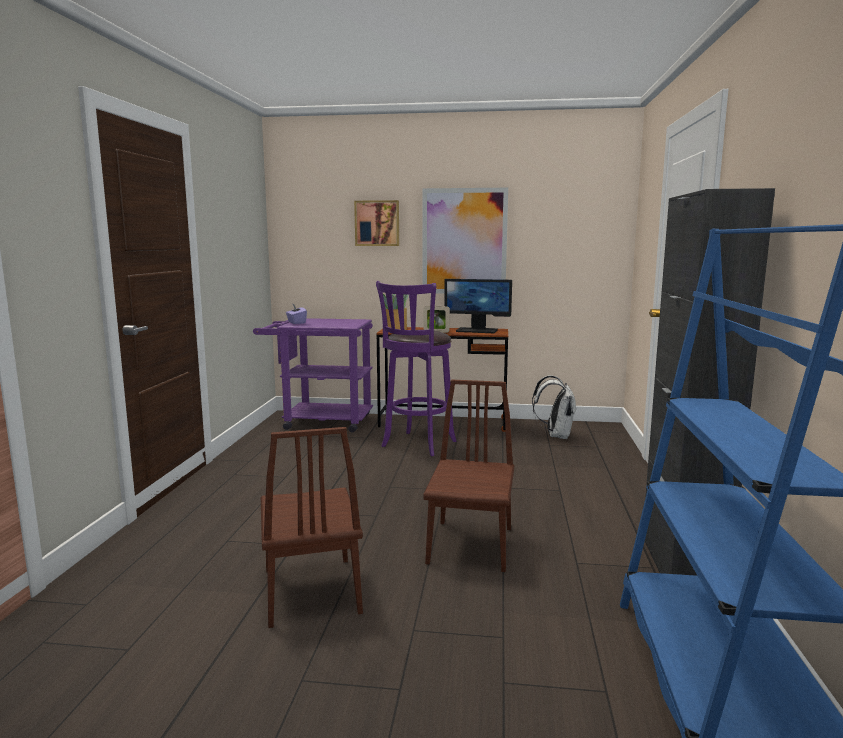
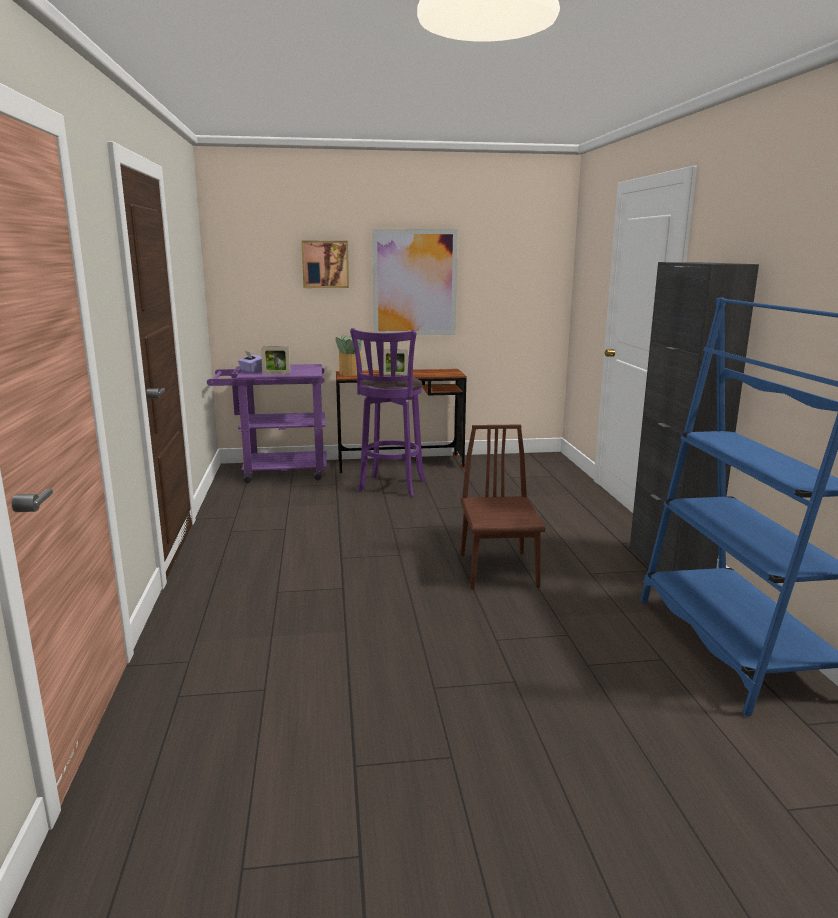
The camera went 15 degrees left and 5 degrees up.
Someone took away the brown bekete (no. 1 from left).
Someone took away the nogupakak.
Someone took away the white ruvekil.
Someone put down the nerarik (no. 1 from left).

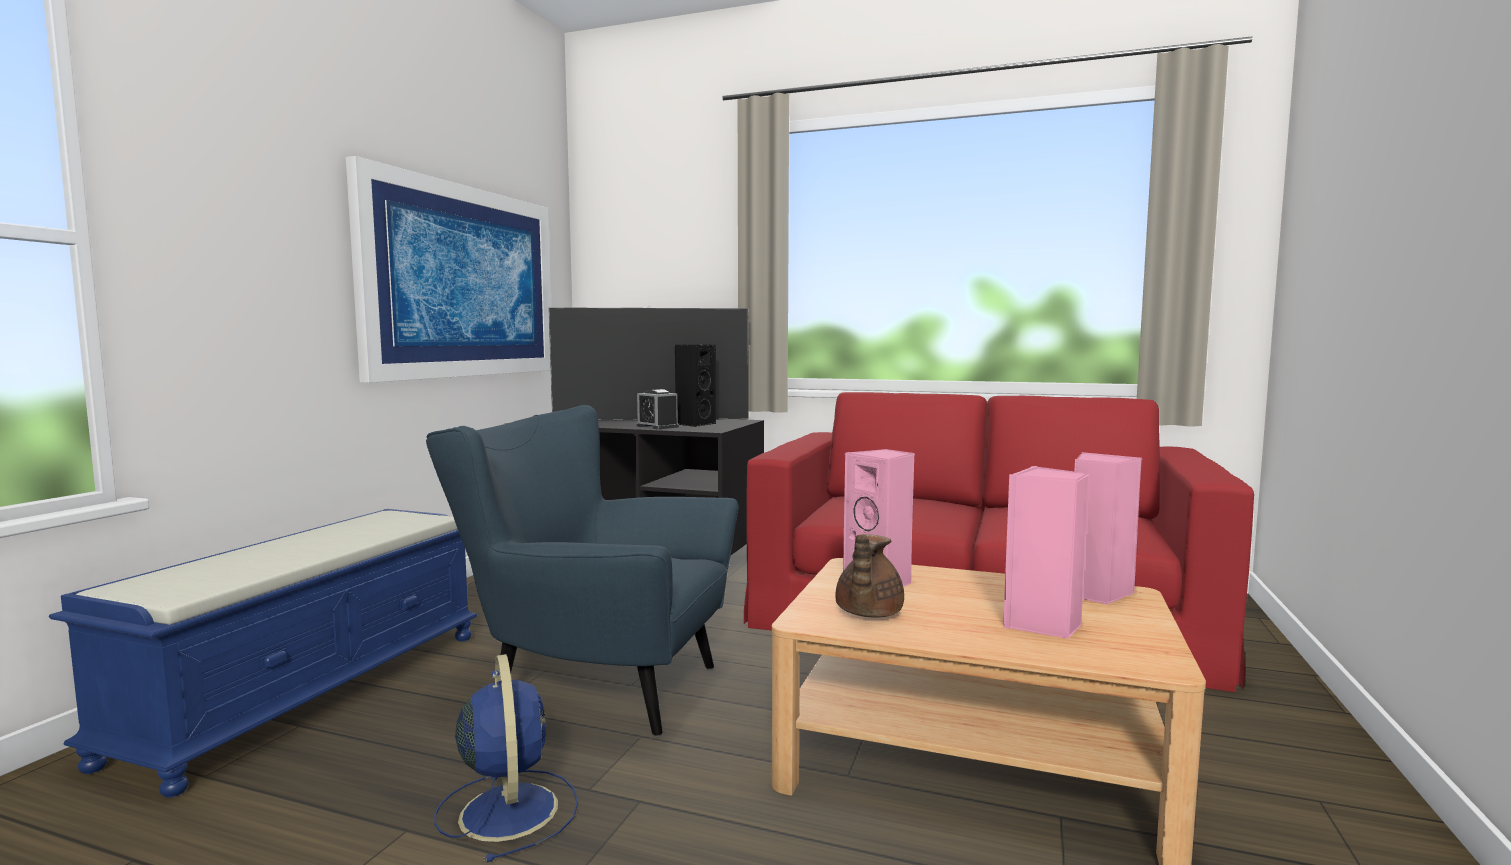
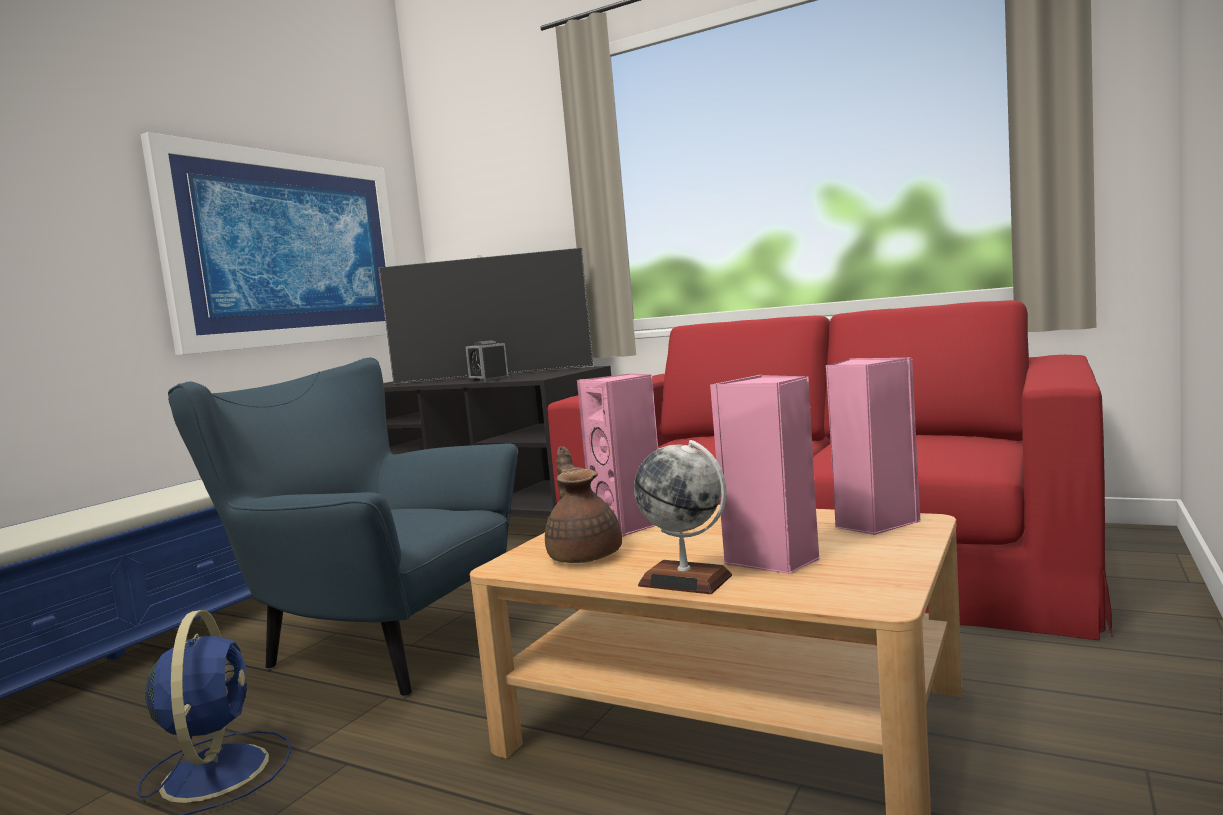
The camera went 10 degrees right and 0 degrees up.
Someone took away the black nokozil.
Someone rotated the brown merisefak by 135 degrees clockwise.
Someone put down the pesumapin.

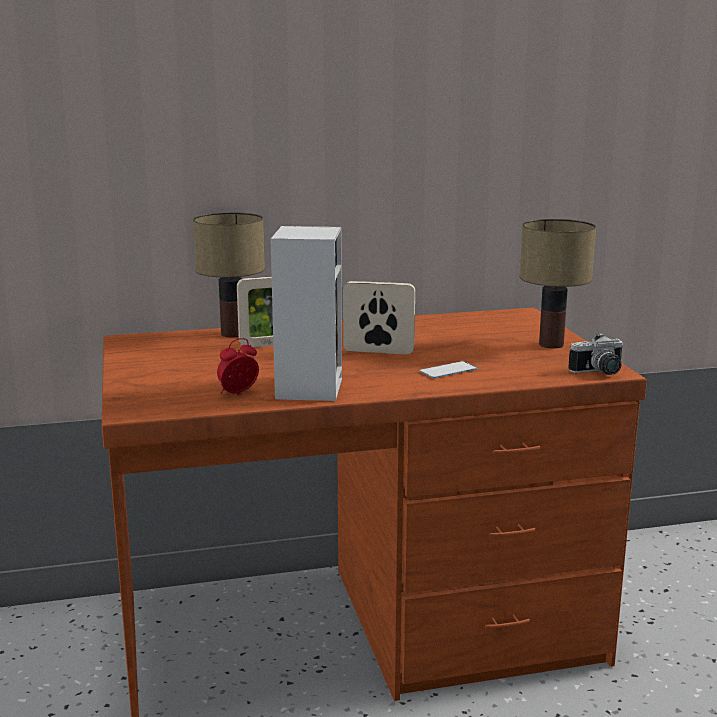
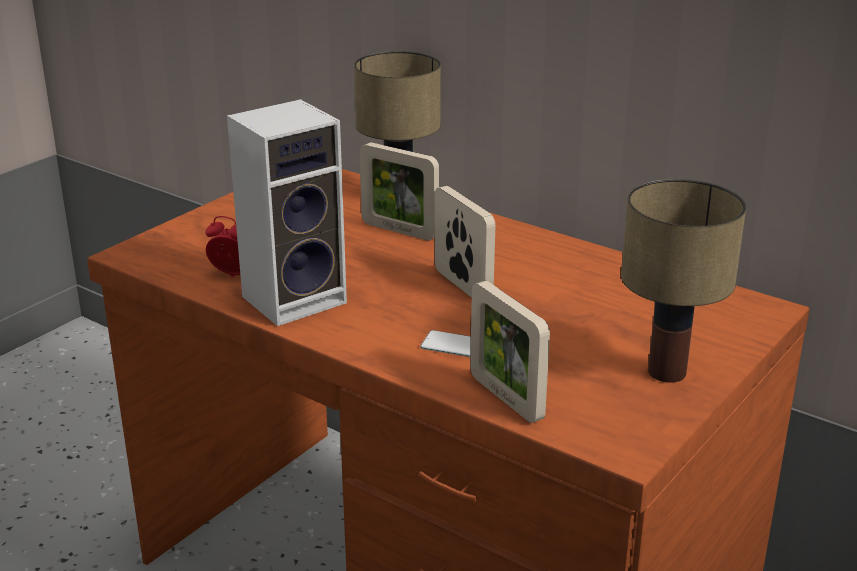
The camera went 50 degrees right and 10 degrees up.
Someone took away the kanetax.
Someone put down the nerarik (no. 3 from left).

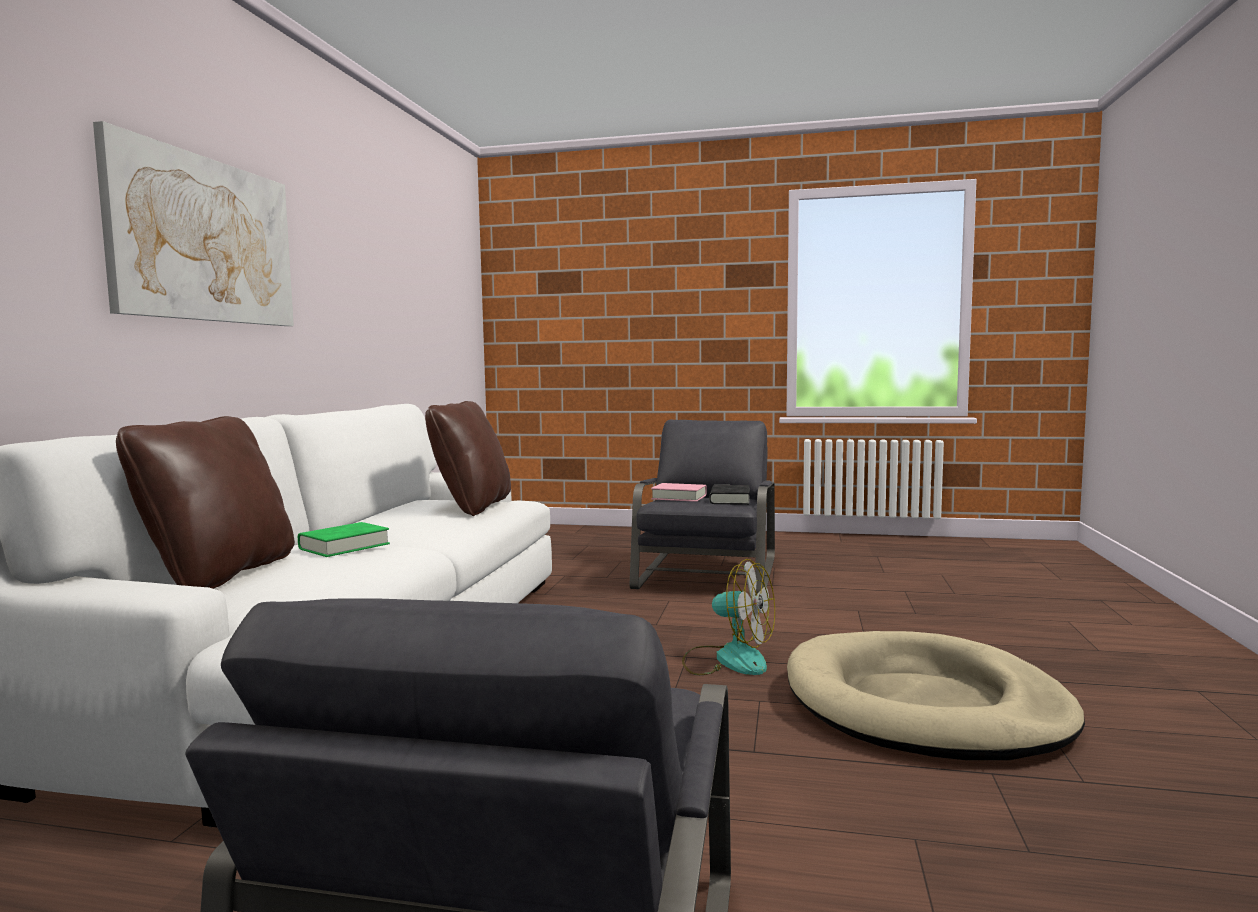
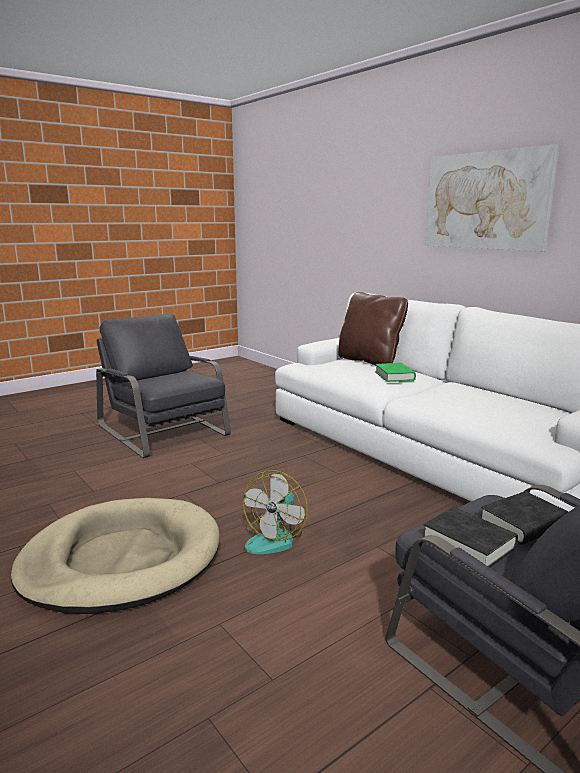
The camera went 130 degrees right and 10 degrees up.
Someone took away the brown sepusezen (no. 2 from left).
Someone repainted the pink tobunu, which became the black tobunu (no. 2 from left).
Someone rotated the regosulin by 45 degrees counterclockwise.

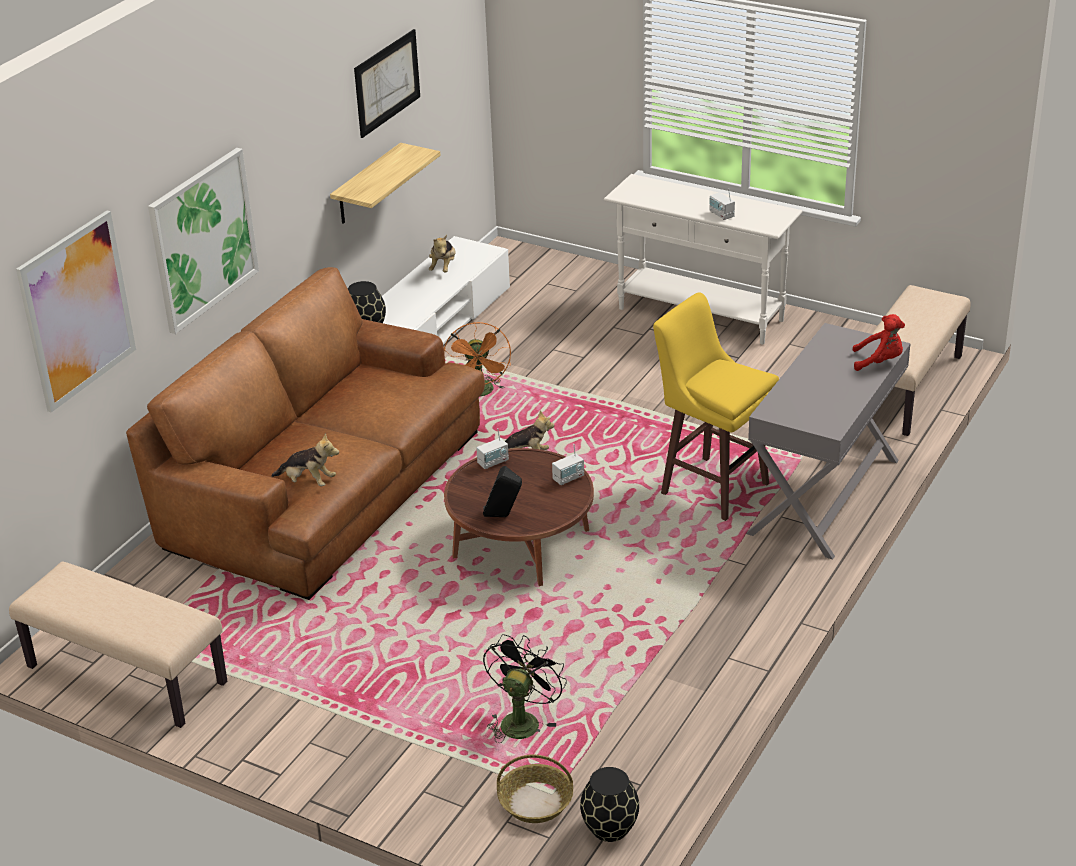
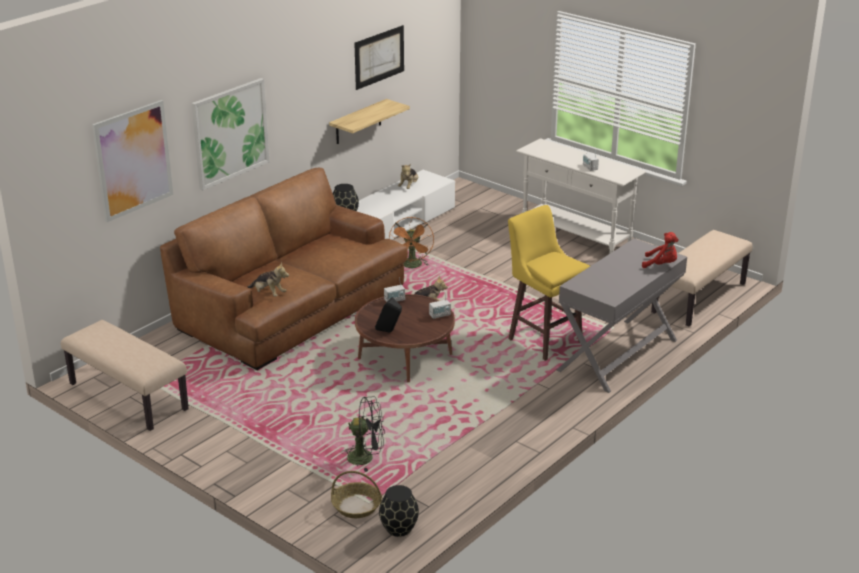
The camera went 10 degrees right and 5 degrees down.
Someone rotated the black regosulin by 60 degrees clockwise.

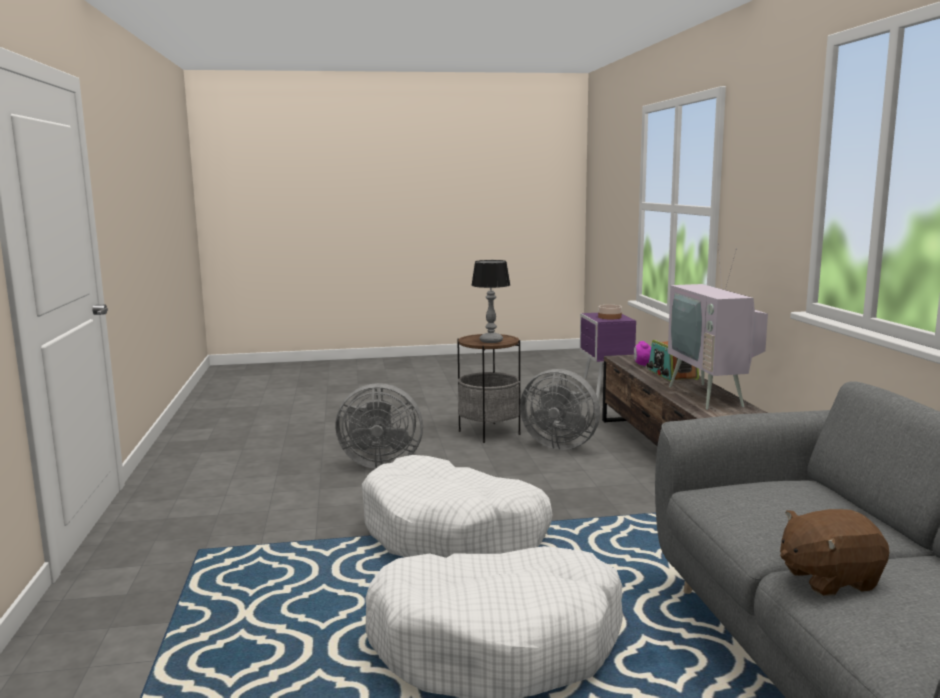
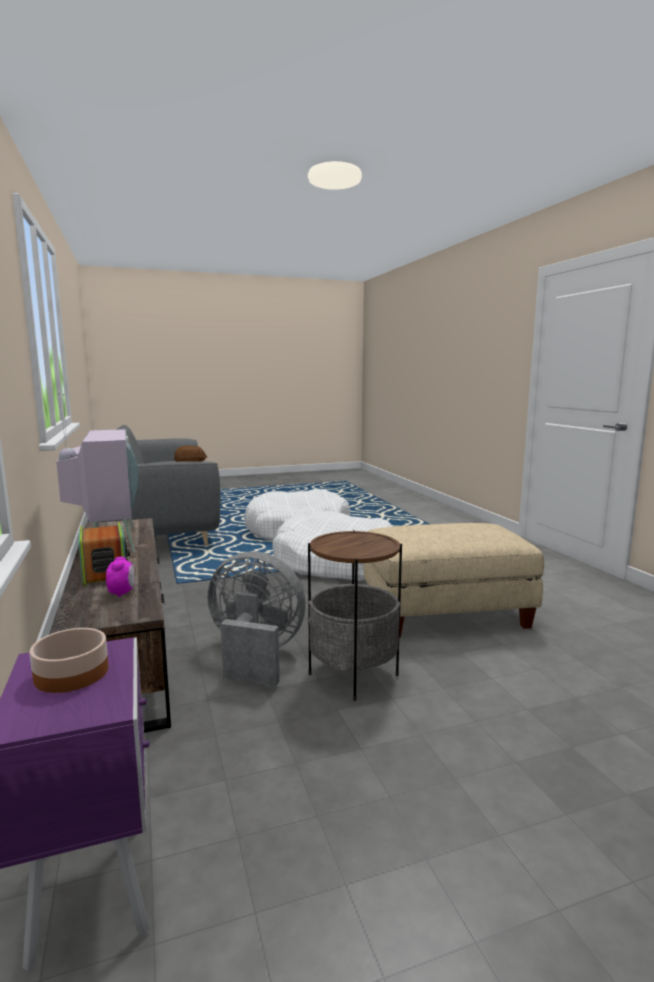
The camera went 170 degrees right and 0 degrees up.
Someone swapped the grey regosulin (no. 1 from left) for the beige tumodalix.
Someone took away the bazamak.

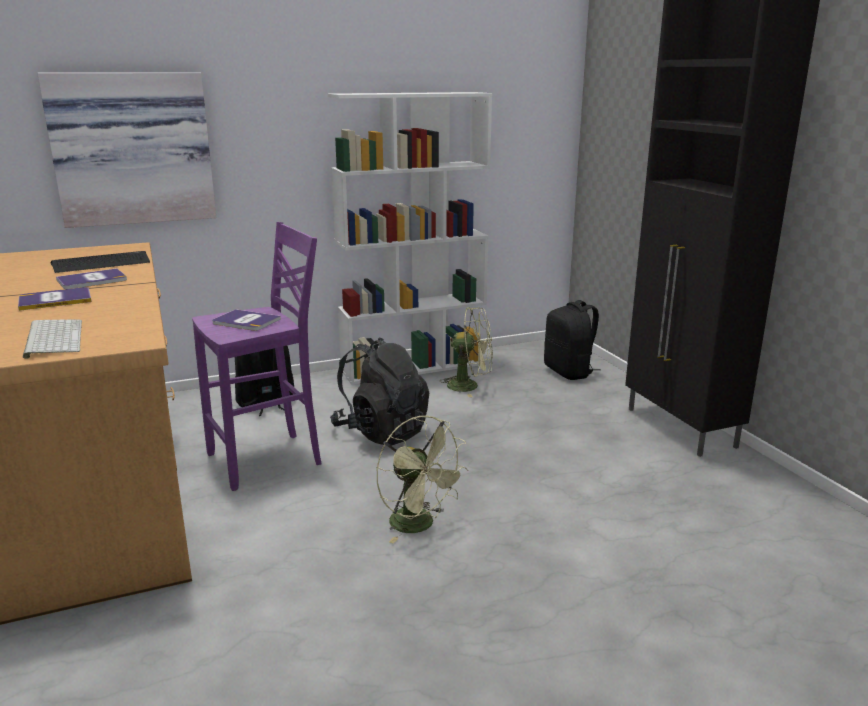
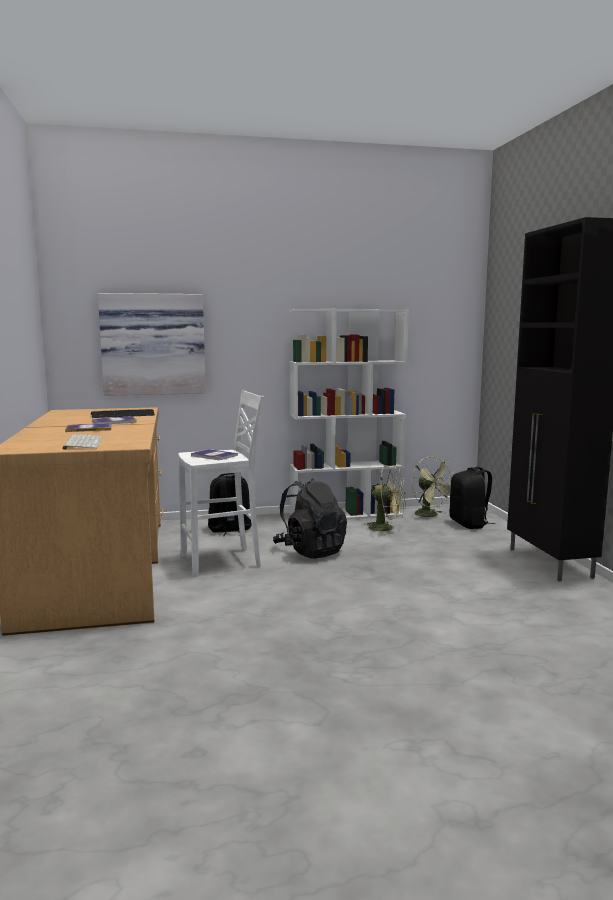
The camera went 10 degrees right and 10 degrees down.
Someone repainted the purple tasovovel, which became the white tasovovel.
Someone carried the green regosulin (no. 1 from left in the first image).

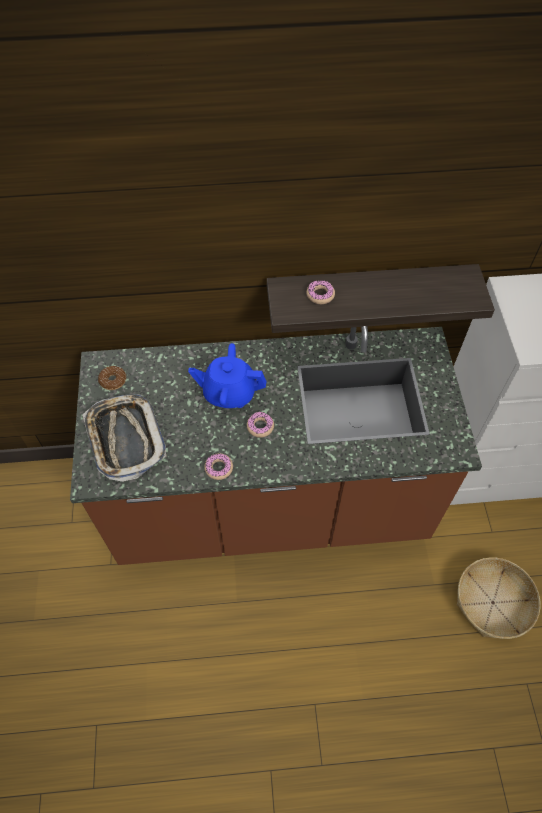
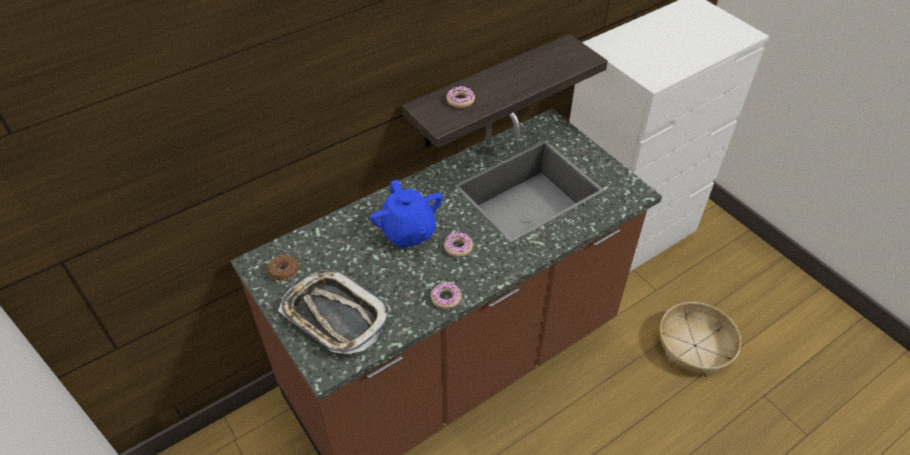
The camera went 30 degrees left and 10 degrees down.
Someone rotated the blue merisefak by 90 degrees counterclockwise.

